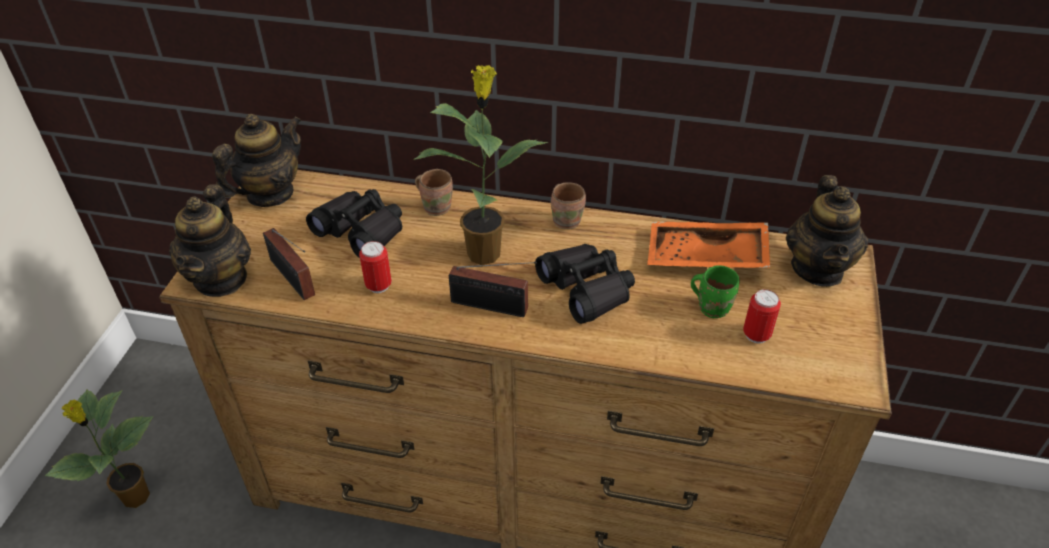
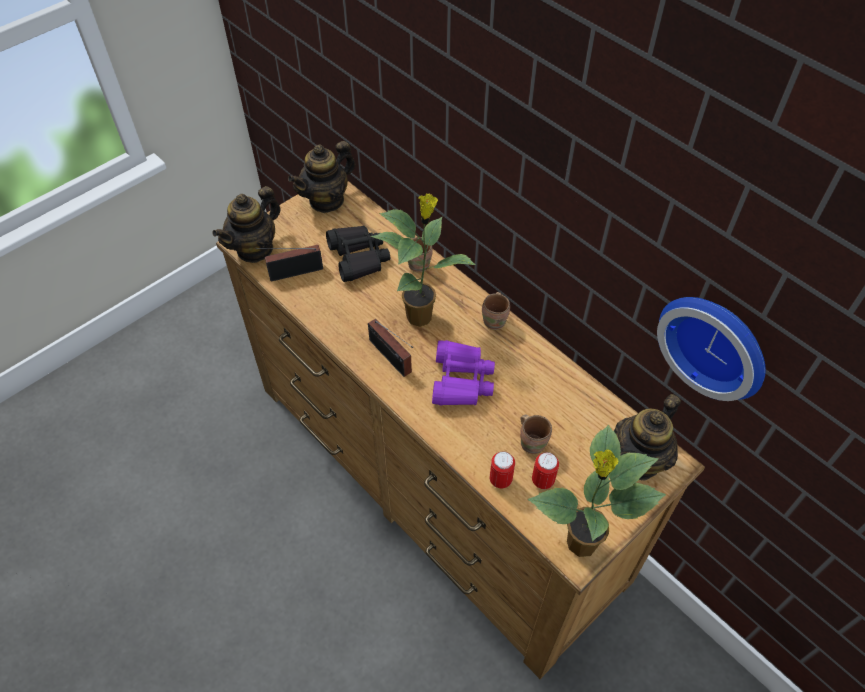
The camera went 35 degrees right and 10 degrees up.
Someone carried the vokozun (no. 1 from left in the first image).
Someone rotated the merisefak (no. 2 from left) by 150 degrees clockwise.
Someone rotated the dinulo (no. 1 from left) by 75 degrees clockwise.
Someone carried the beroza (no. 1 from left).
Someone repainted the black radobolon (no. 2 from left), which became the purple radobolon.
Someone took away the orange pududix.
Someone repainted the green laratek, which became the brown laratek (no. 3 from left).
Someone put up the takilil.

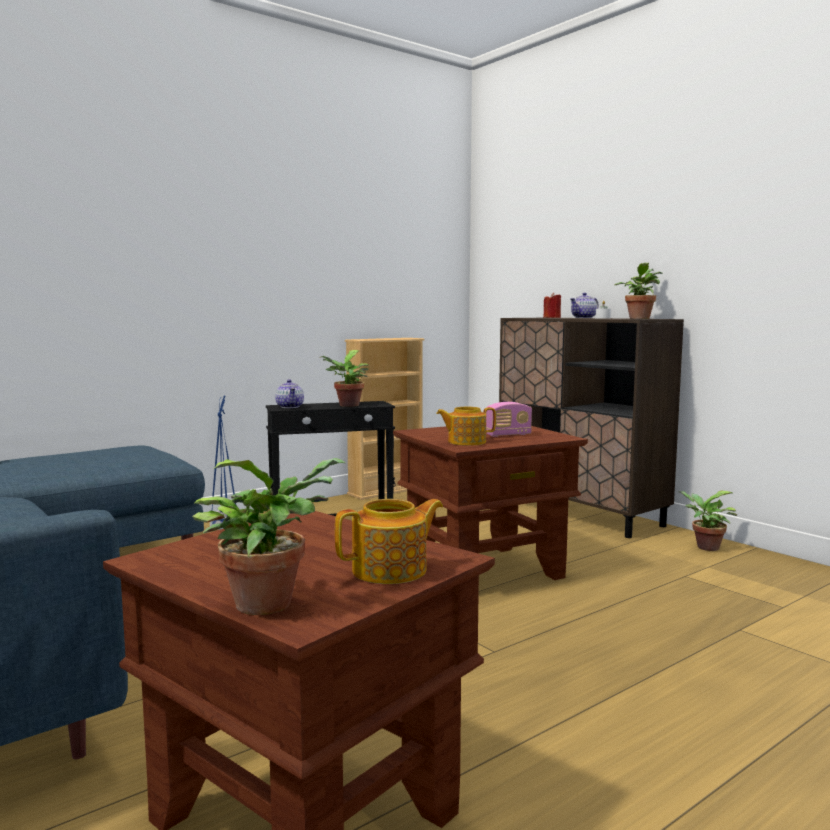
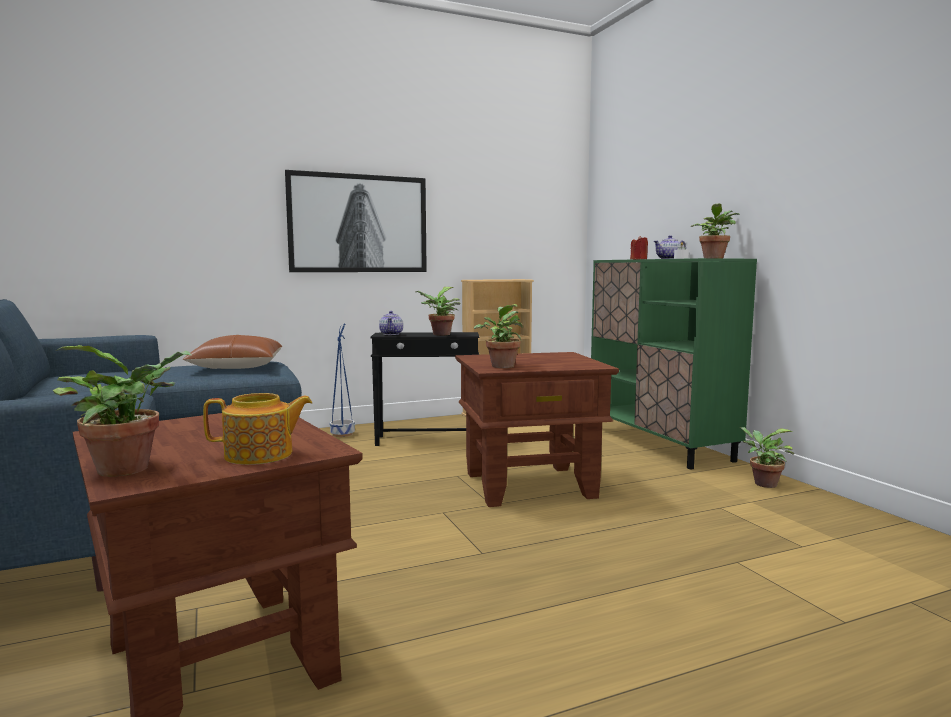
The camera went 15 degrees right and 0 degrees up.
Someone swapped the merisefak (no. 3 from left) for the vokozun (no. 3 from left).
Someone took away the dinulo.
Someone repainted the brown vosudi, which became the green vosudi.
Someone put down the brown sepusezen.
Someone put up the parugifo.

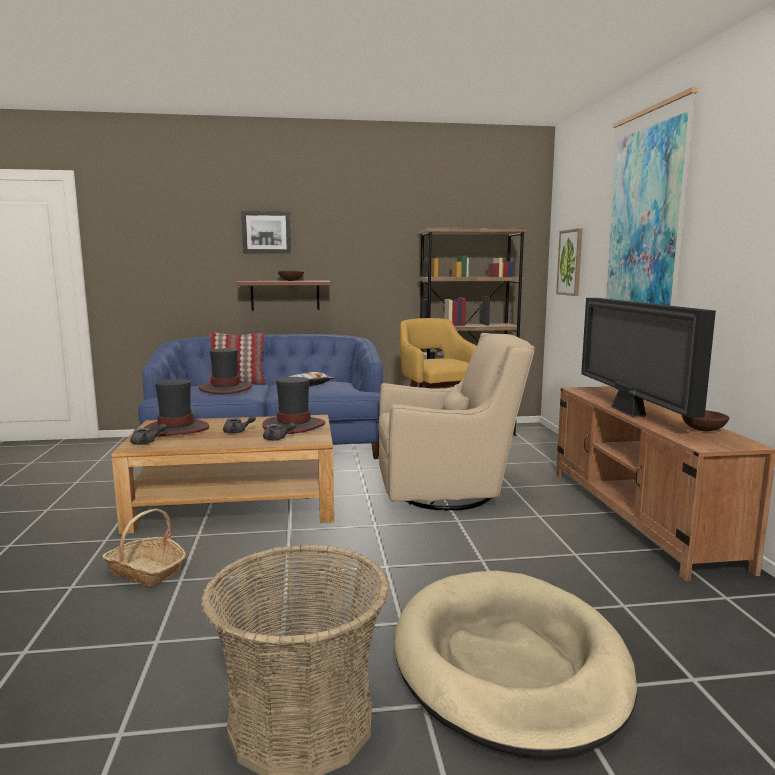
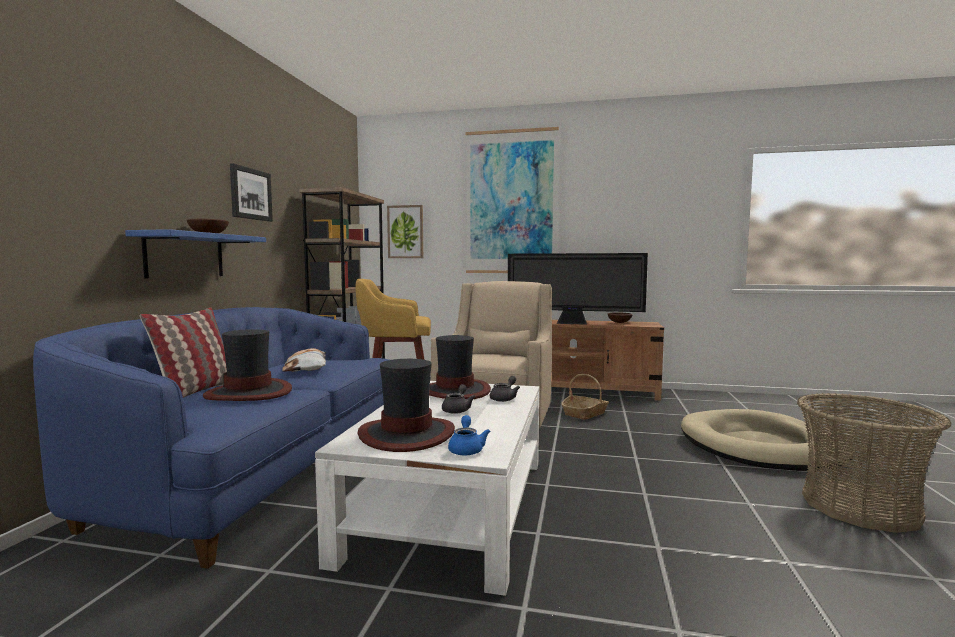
The camera went 70 degrees left and 5 degrees down.
Someone carried the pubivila (no. 1 from left).
Someone repainted the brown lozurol, which became the white lozurol.
Someone repainted the grey merisefak (no. 1 from left), which became the blue merisefak.
Someone repainted the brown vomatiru, which became the blue vomatiru.
Someone carried the parugifo (no. 1 from left).

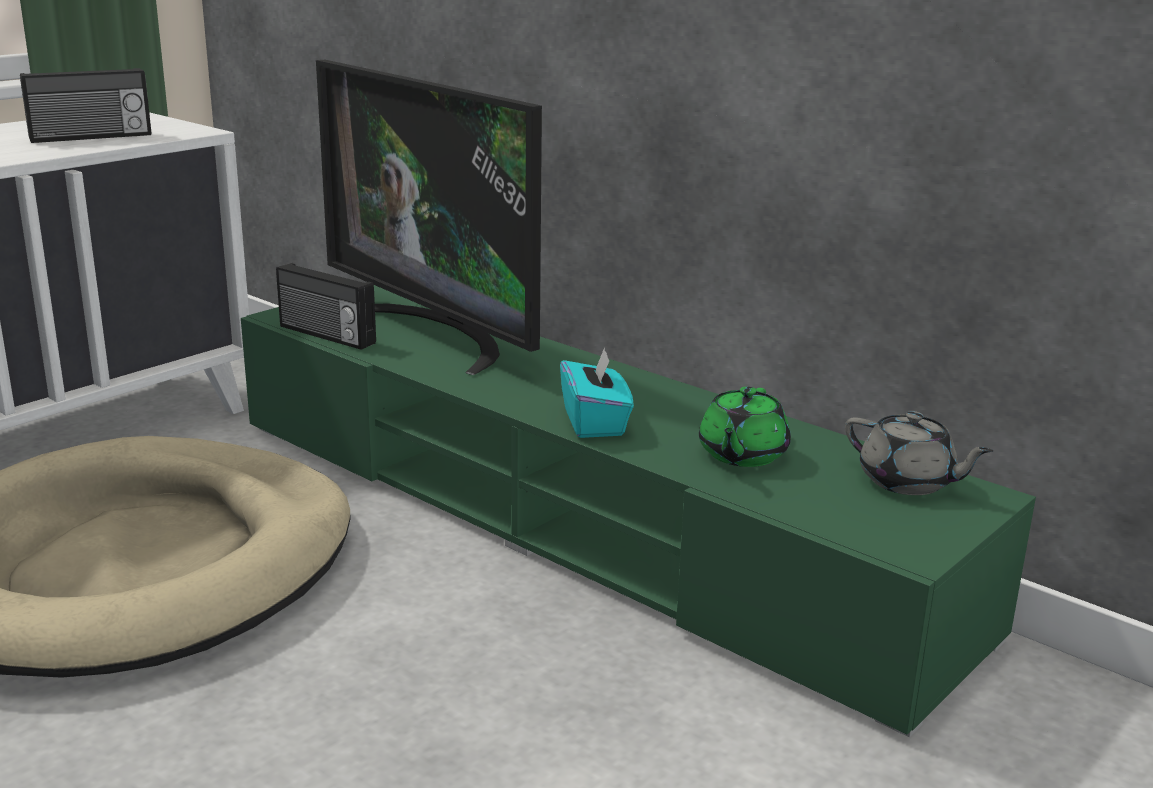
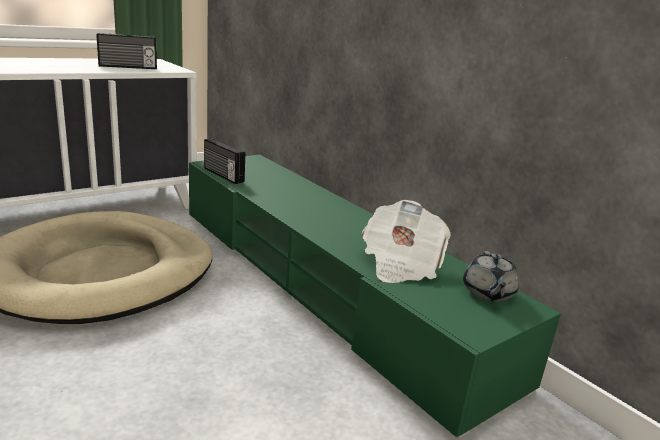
The camera went 10 degrees right and 0 degrees up.
Someone took away the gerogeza.
Someone took away the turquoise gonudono.
Someone swapped the green merisefak for the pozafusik.
Someone rotated the grey merisefak by 45 degrees clockwise.

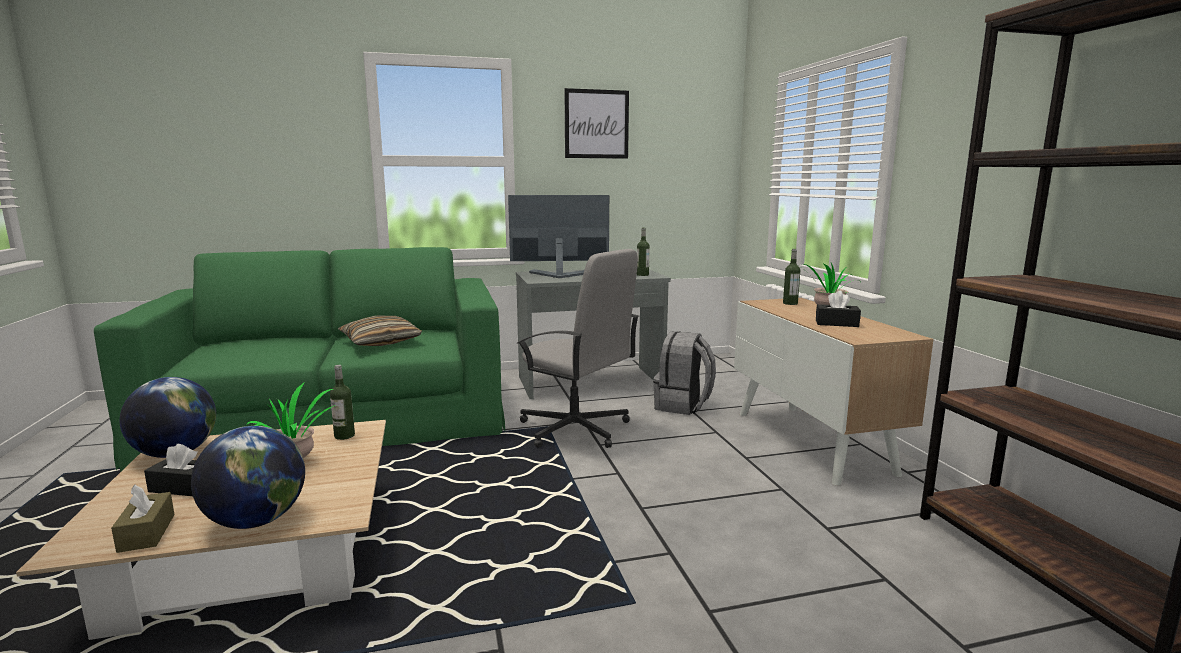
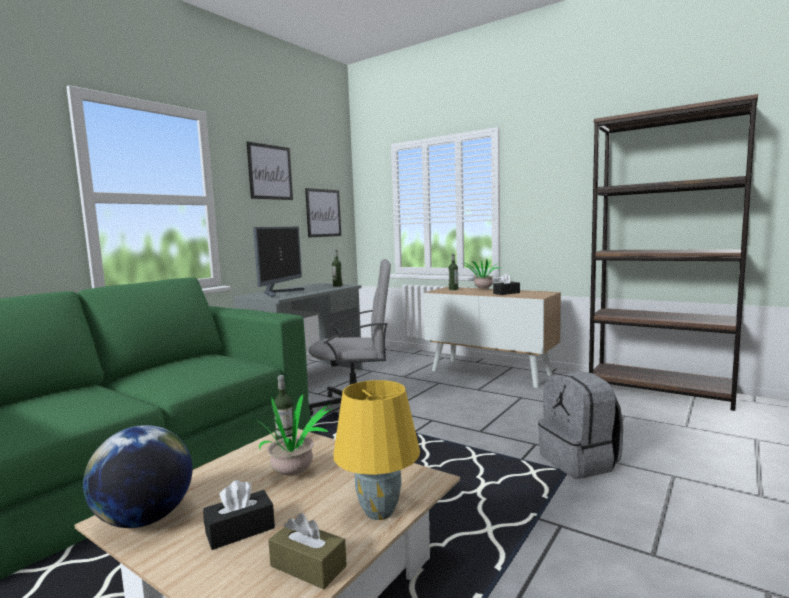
The camera went 40 degrees left and 5 degrees down.
Someone swapped the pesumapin (no. 2 from left) for the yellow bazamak.
Someone took away the sepusezen.
Someone rotated the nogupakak by 150 degrees clockwise.
Someone carried the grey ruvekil.
Someone put up the parugifo (no. 2 from left).

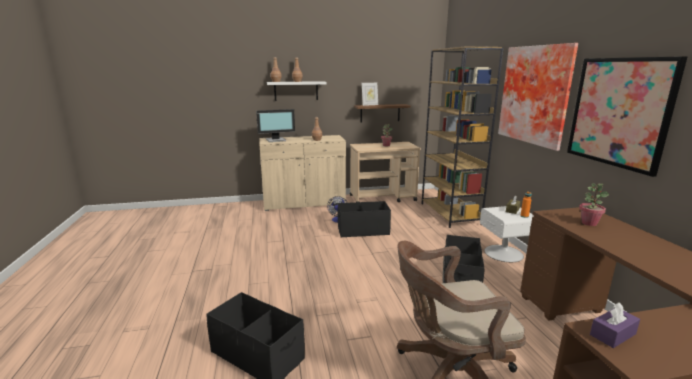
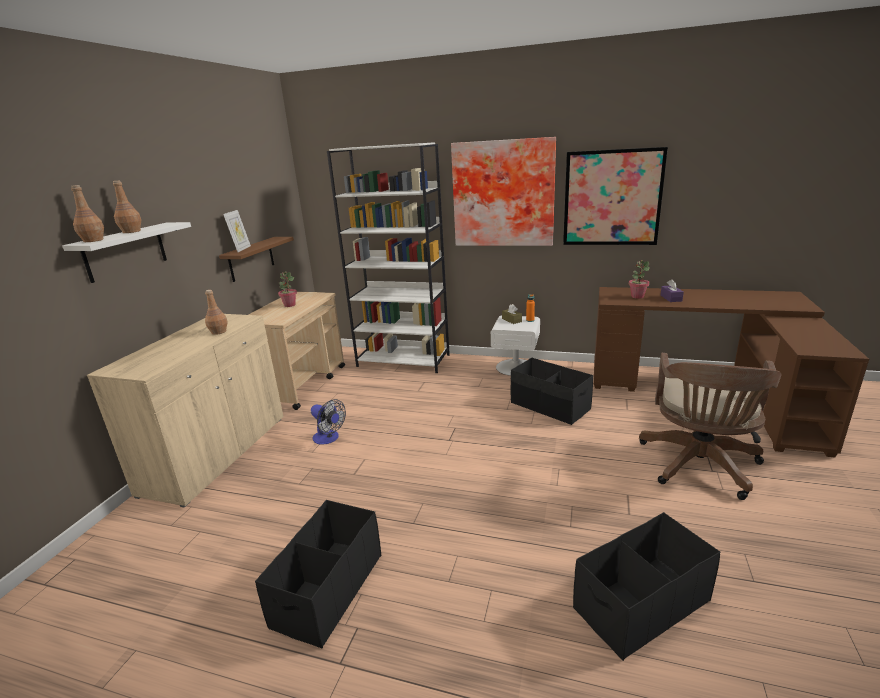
The camera went 60 degrees left and 5 degrees up.
Someone took away the nogupakak.
Someone carried the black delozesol (no. 2 from left in the first image).
Someone repainted the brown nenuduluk, which became the white nenuduluk.
Someone carried the purple gonudono.

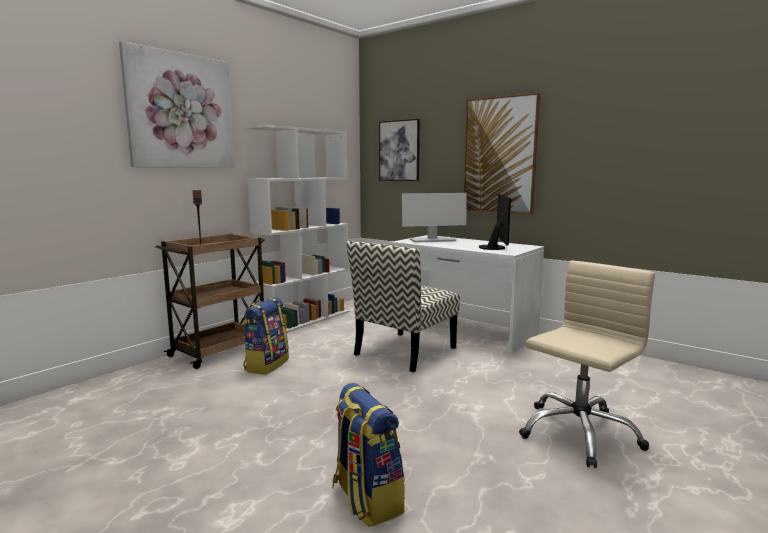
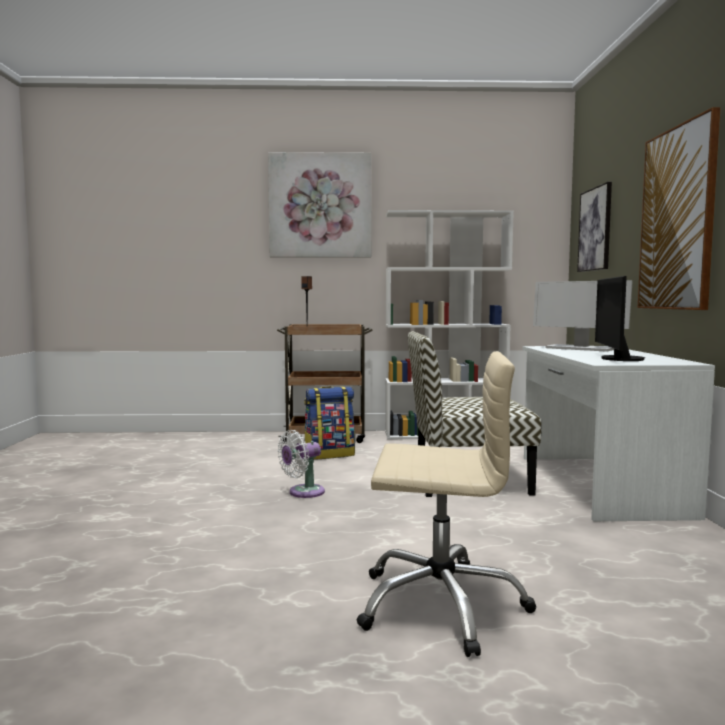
The camera went 50 degrees right and 5 degrees down.
Someone took away the ruvekil (no. 2 from left).
Someone rotated the nogupakak (no. 2 from left) by 135 degrees clockwise.
Someone put down the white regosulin.

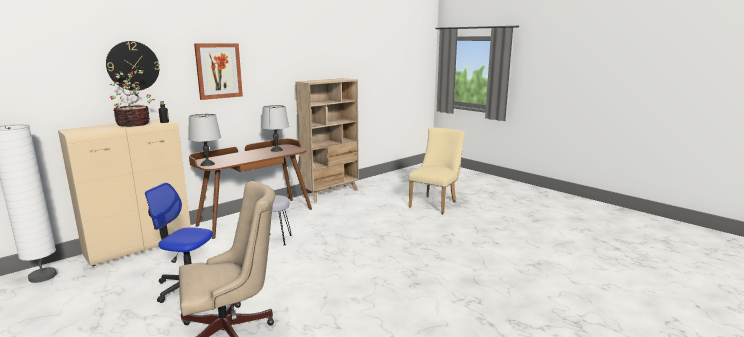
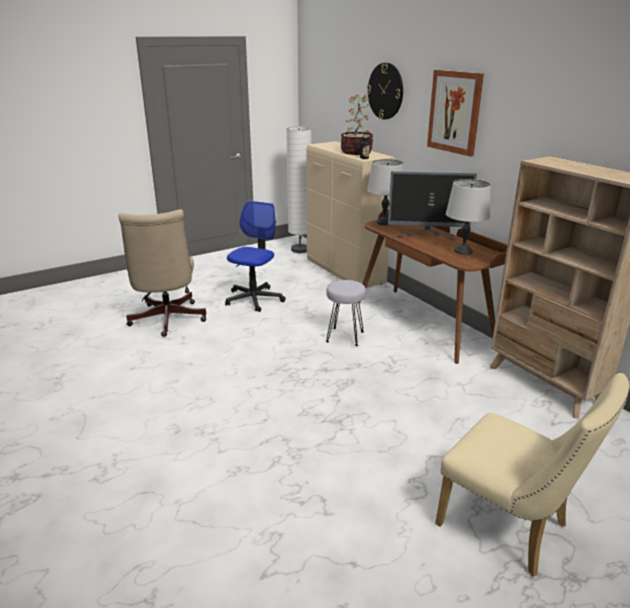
The camera went 100 degrees right and 10 degrees up.
Someone put down the nogupakak.

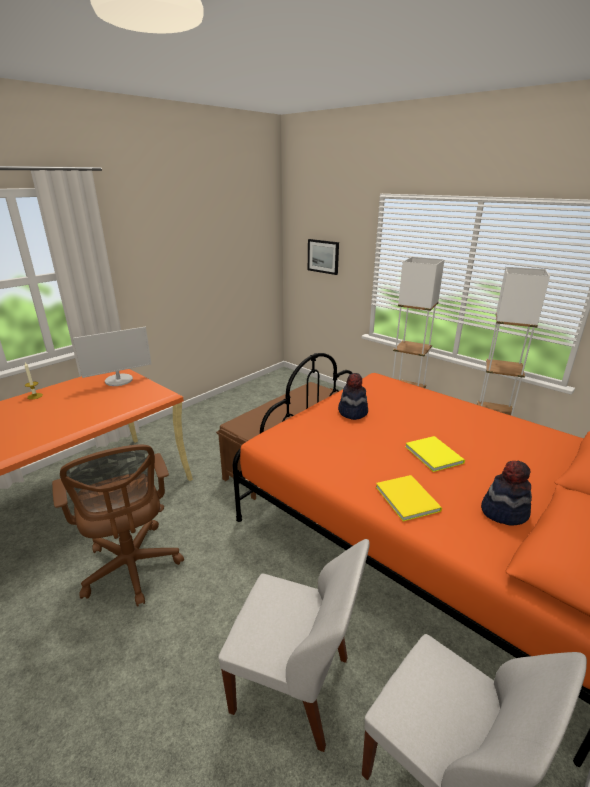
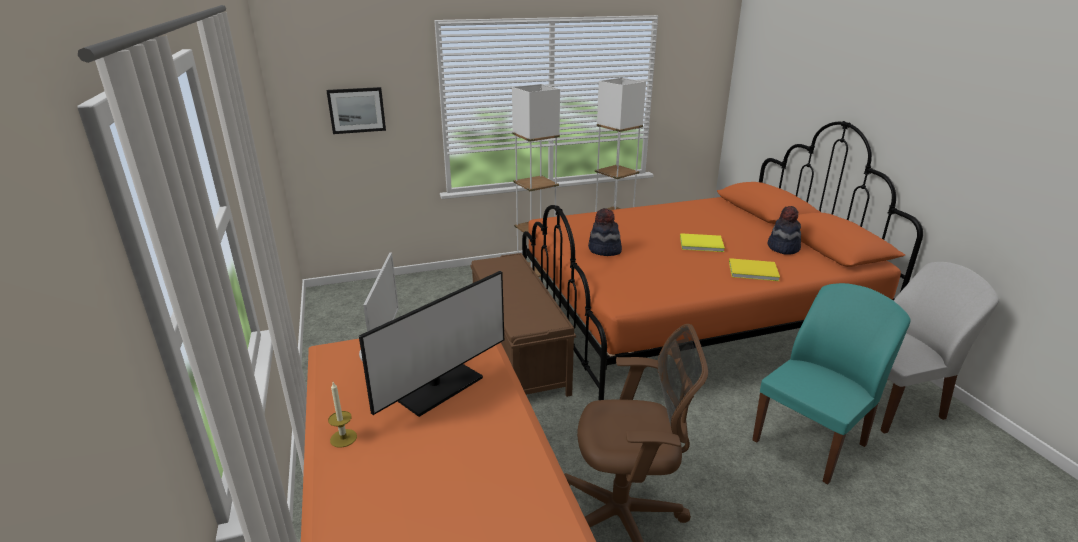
The camera went 60 degrees left and 0 degrees up.
Someone repainted the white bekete (no. 1 from left), which became the turquoise bekete.
Someone put down the nogupakak (no. 2 from left).

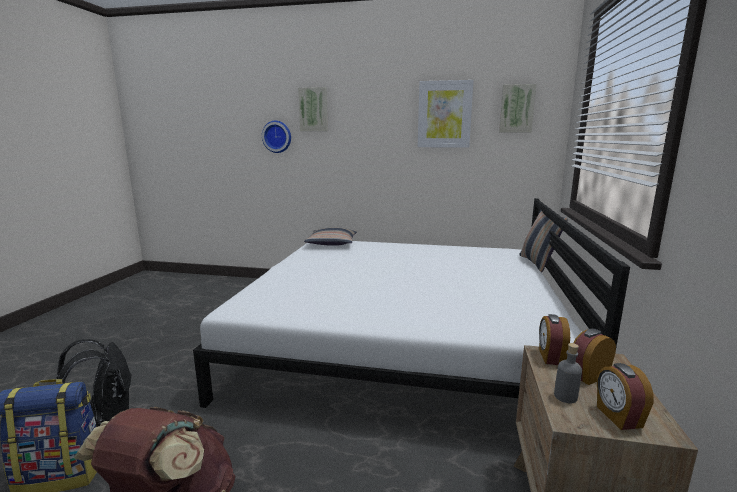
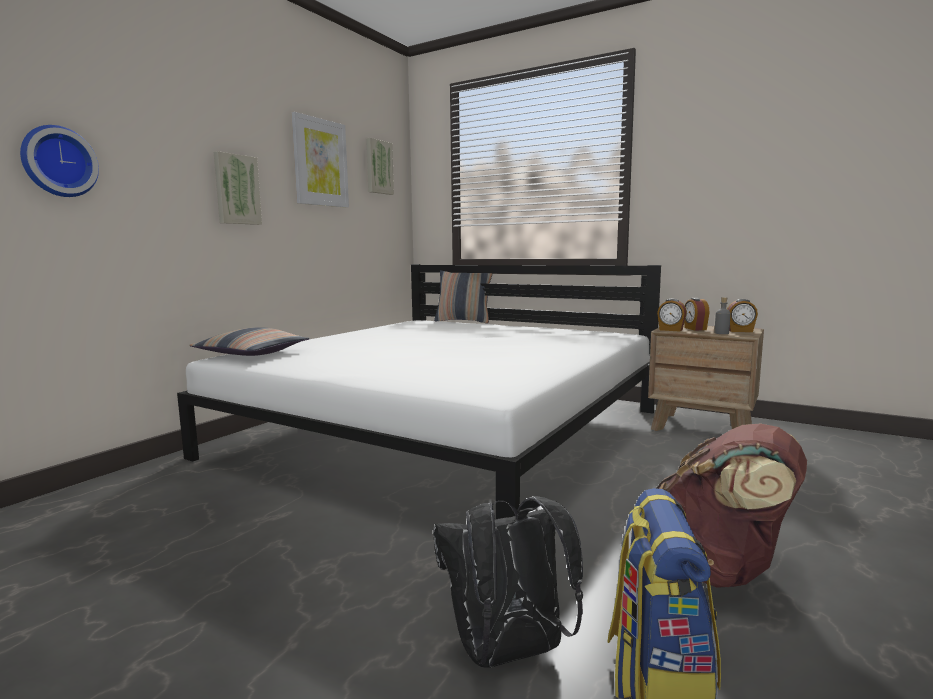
The camera went 70 degrees left and 5 degrees down.
Someone carried the parugifo (no. 1 from left).

